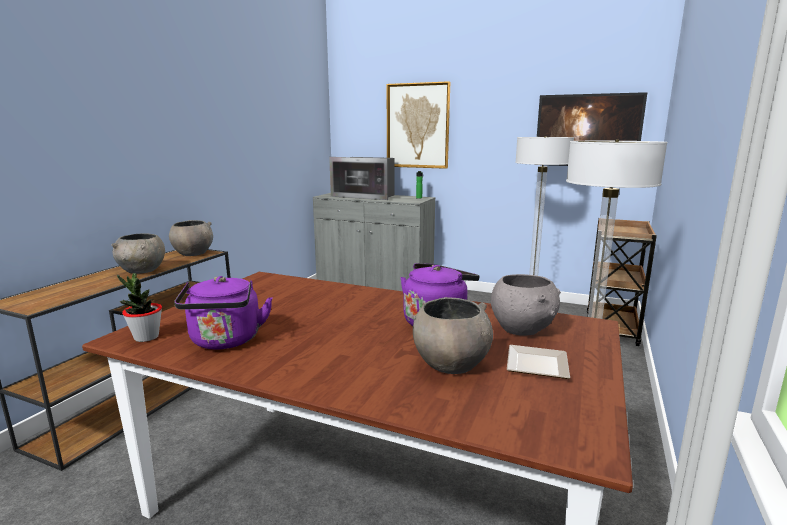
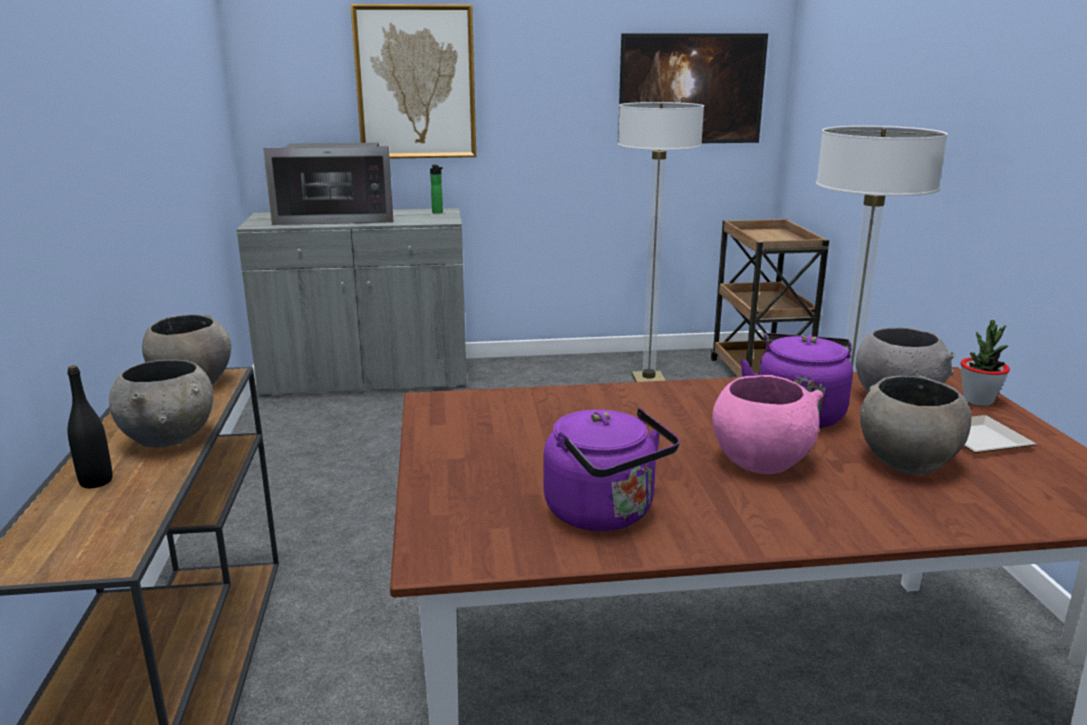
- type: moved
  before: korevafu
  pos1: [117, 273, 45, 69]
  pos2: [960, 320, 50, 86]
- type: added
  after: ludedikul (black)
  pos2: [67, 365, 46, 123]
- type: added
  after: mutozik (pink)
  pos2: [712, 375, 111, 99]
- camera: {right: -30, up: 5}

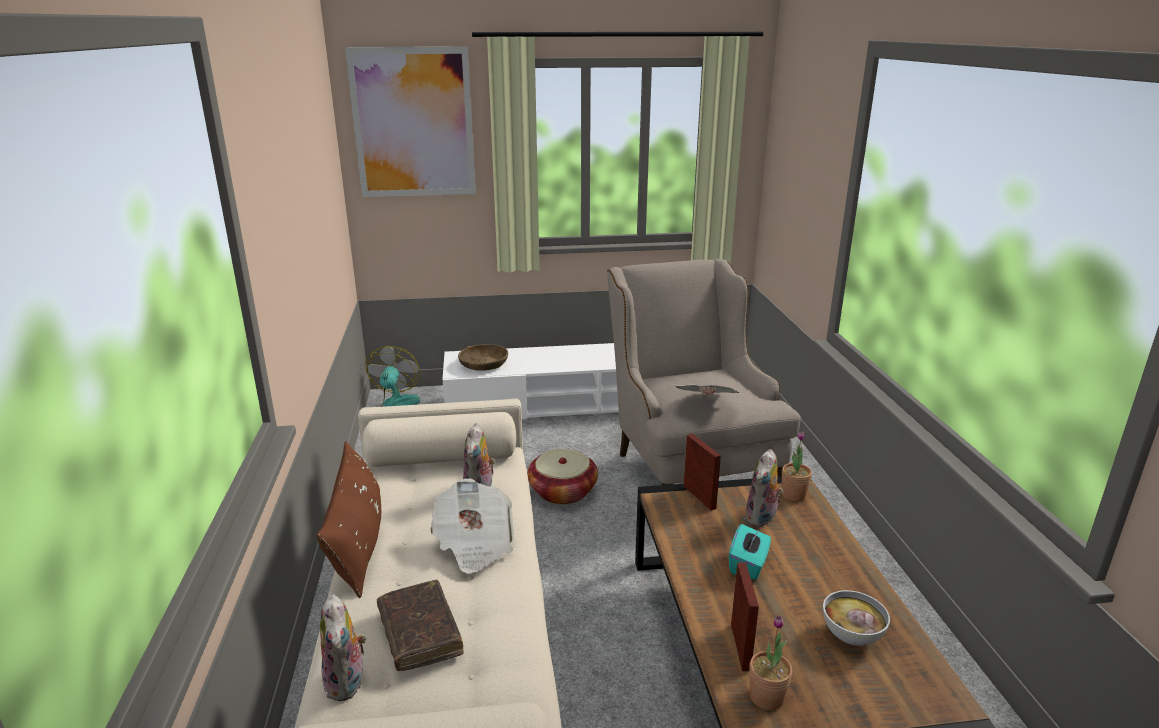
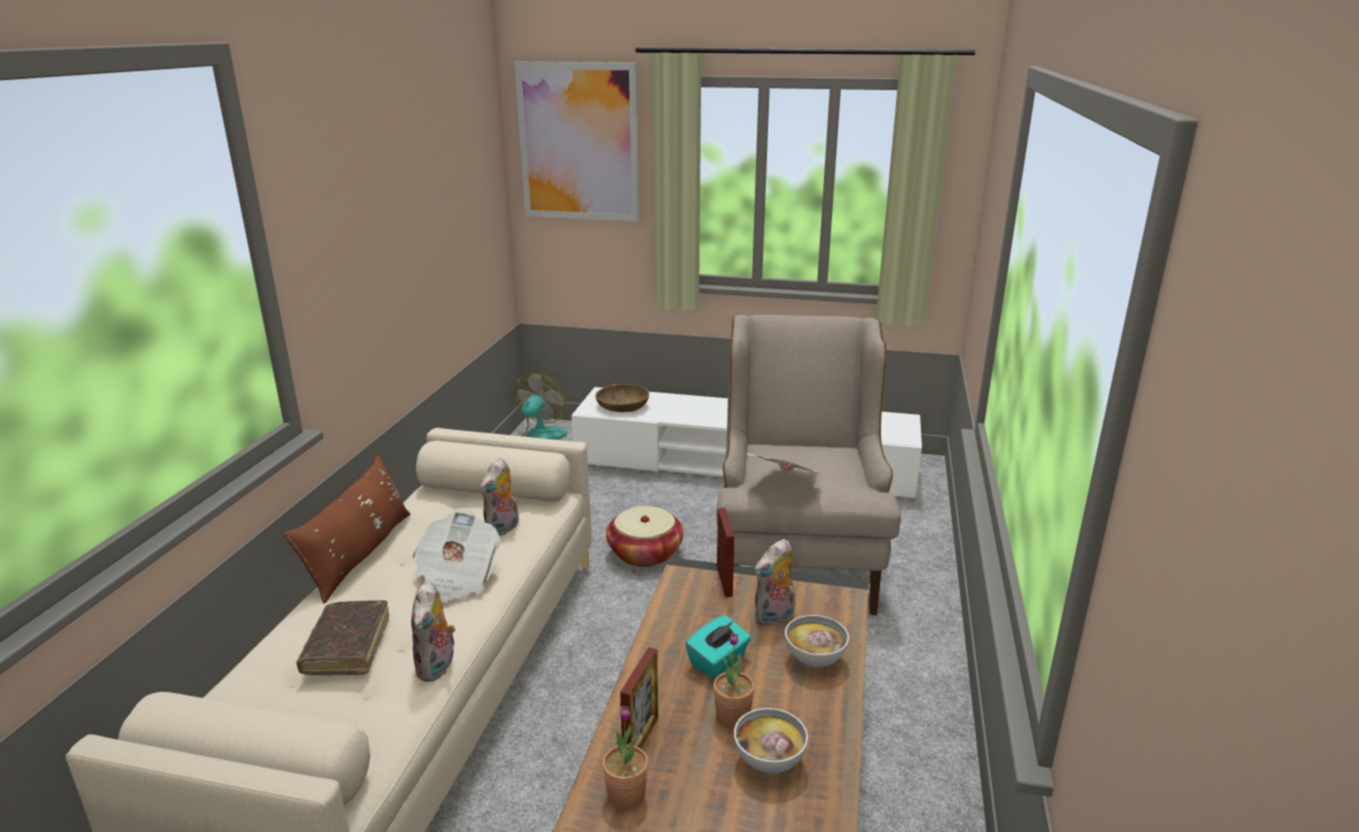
- type: moved
  before: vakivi
  pos1: [320, 594, 47, 107]
  pos2: [411, 580, 45, 102]
- type: moved
  before: korevafu
  pos1: [782, 431, 30, 70]
  pos2: [713, 633, 42, 95]
- type: added
  after: mutozik
  pos2: [785, 615, 64, 52]
- camera: {right: 20, up: 0}

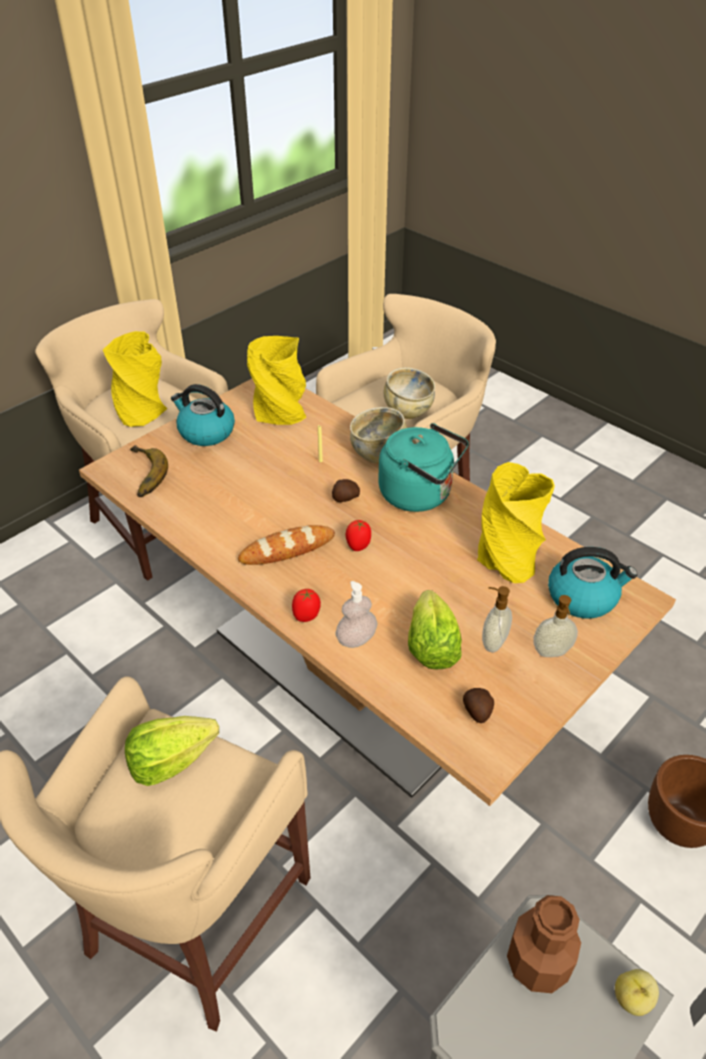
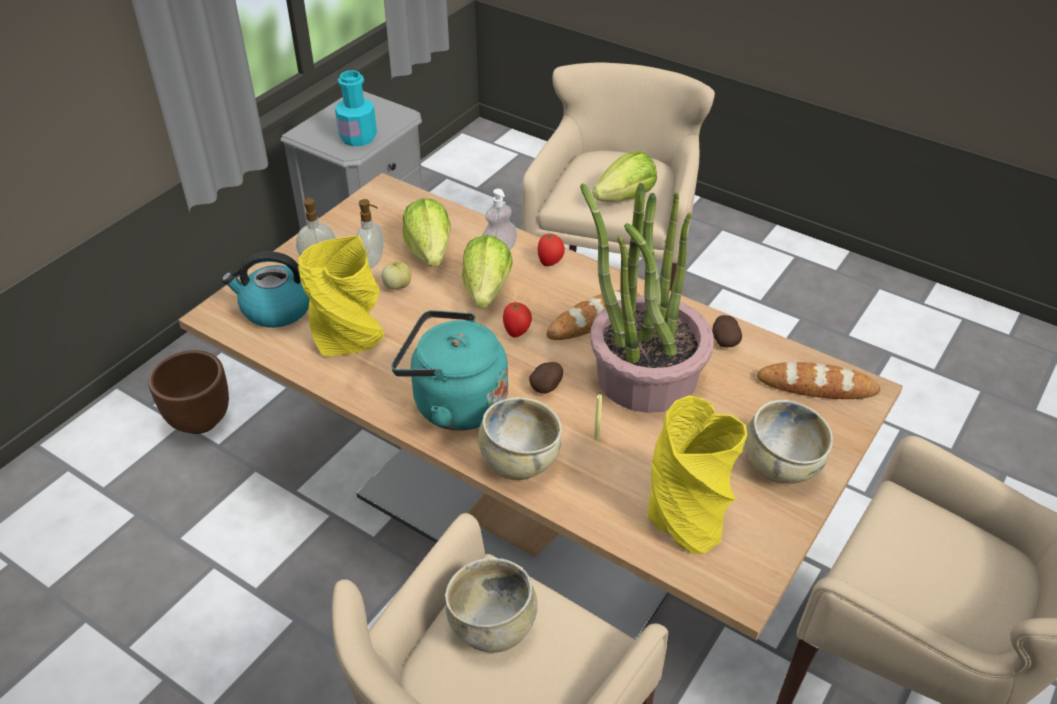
- type: removed
  before: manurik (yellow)
  pos1: [103, 331, 64, 96]
- type: replaced
  before: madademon
  after: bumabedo
  pos1: [130, 445, 38, 52]
  pos2: [757, 362, 123, 37]
- type: replaced
  before: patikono
  after: mutozik (beige)
  pos1: [171, 384, 64, 62]
  pos2: [745, 400, 88, 84]
- type: moved
  before: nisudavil
  pos1: [463, 688, 31, 35]
  pos2: [712, 315, 30, 32]
- type: recoloured
  before: ludedikul (brown)
  after: ludedikul (turquoise)
  pos1: [507, 895, 74, 98]
  pos2: [335, 70, 42, 76]
- type: moved
  before: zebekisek
  pos1: [615, 969, 44, 47]
  pos2: [381, 261, 30, 29]
- type: added
  after: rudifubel
  pos2: [462, 235, 50, 74]
- type: added
  after: korevafu
  pos2: [580, 183, 134, 230]
- camera: {right: 170, up: 0}

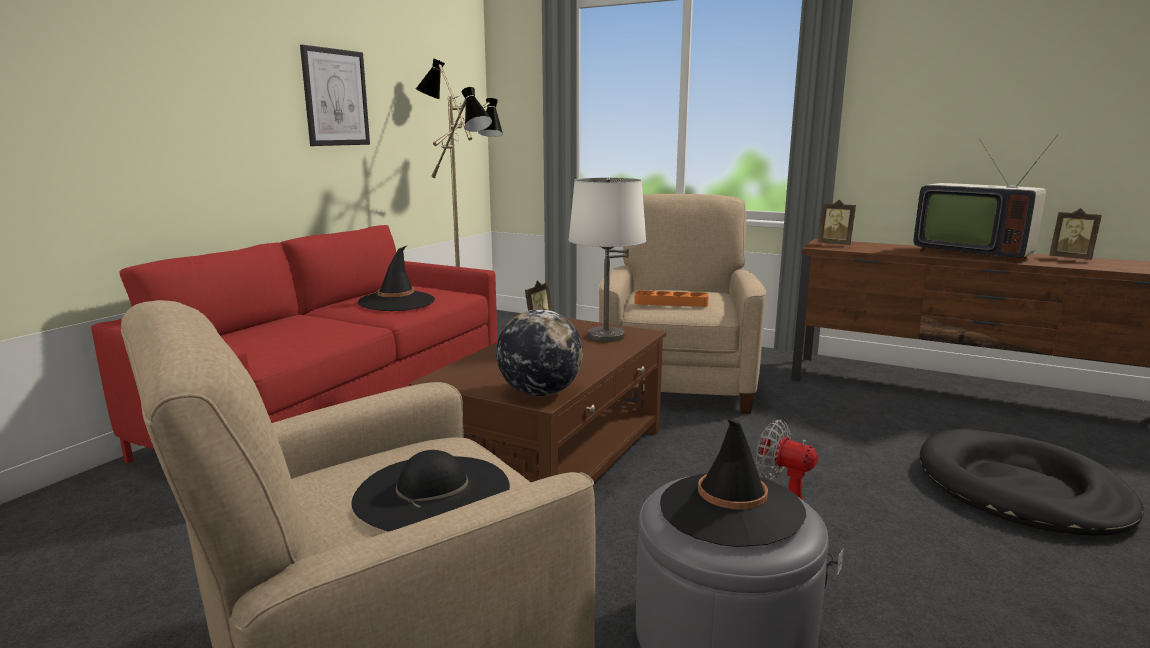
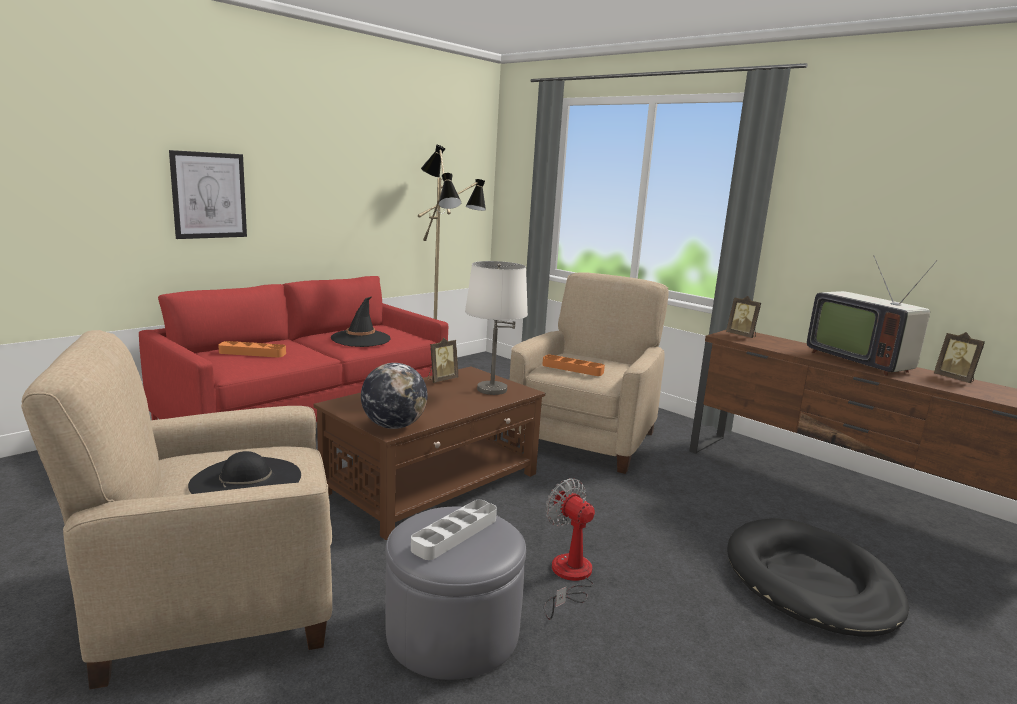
- type: moved
  before: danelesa
  pos1: [300, 45, 70, 101]
  pos2: [169, 150, 78, 89]
- type: replaced
  before: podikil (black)
  after: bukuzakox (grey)
  pos1: [660, 419, 146, 128]
  pos2: [411, 500, 86, 60]
- type: added
  after: bukuzakox (orange)
  pos2: [218, 341, 68, 17]
- camera: {right: 15, up: 0}

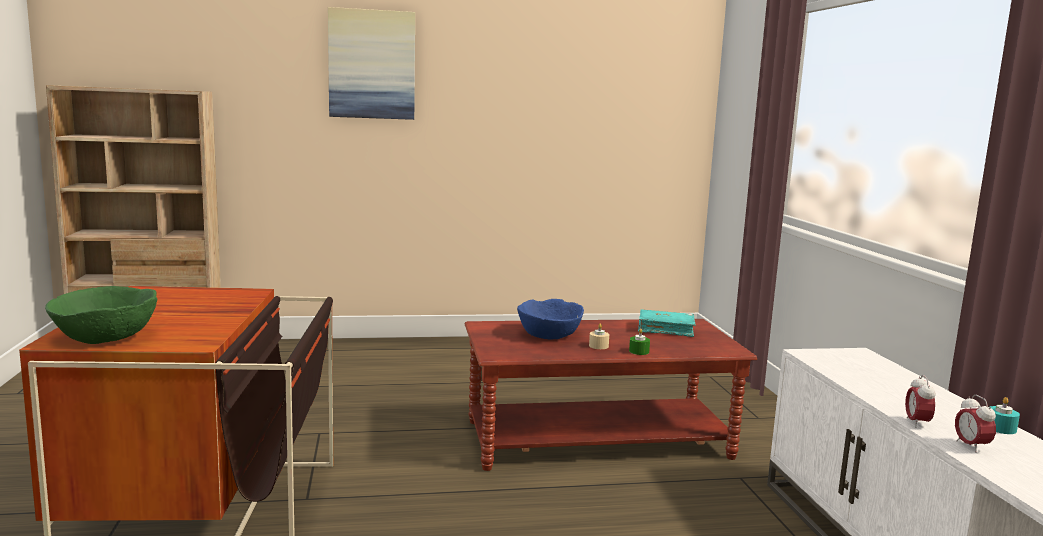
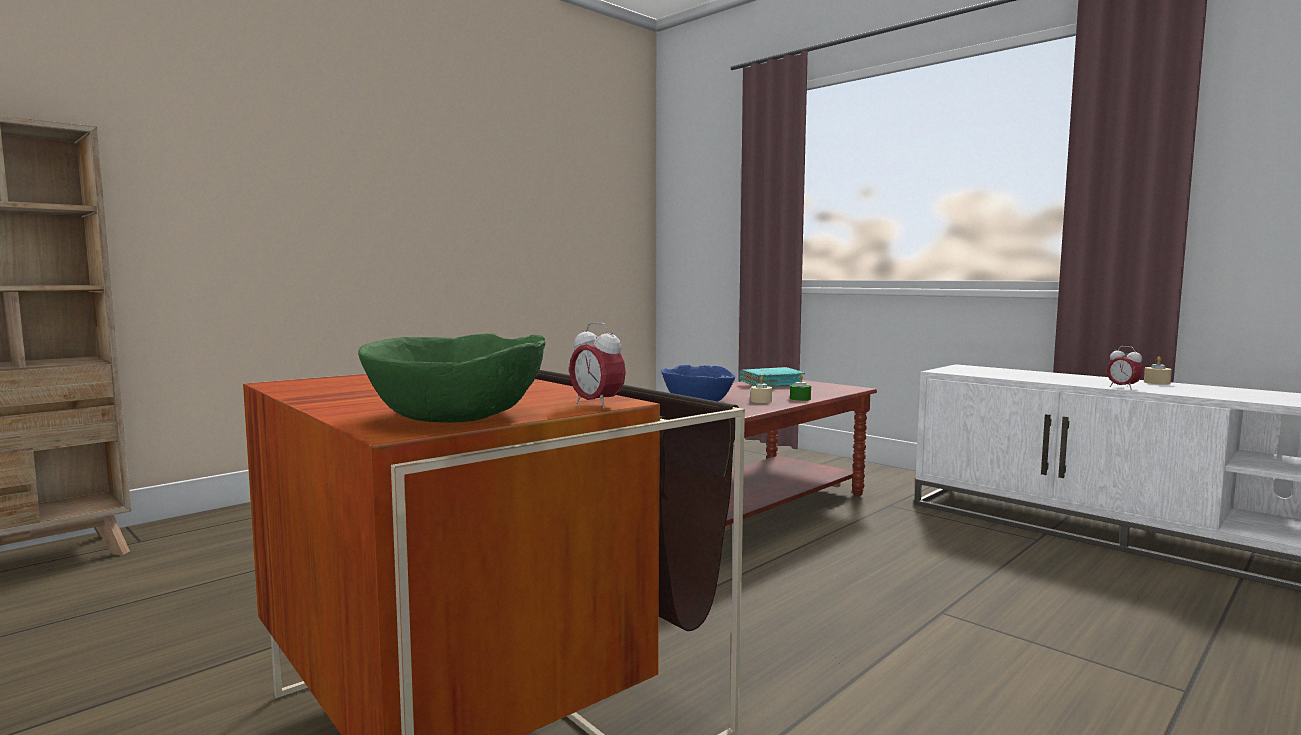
- type: removed
  before: danelesa
  pos1: [328, 7, 87, 113]
- type: moved
  before: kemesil
  pos1: [955, 395, 41, 58]
  pos2: [569, 322, 57, 87]
- type: recoloured
  before: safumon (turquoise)
  after: safumon (beige)
  pos1: [990, 397, 30, 37]
  pos2: [1144, 356, 28, 28]
- camera: {right: -35, up: -5}

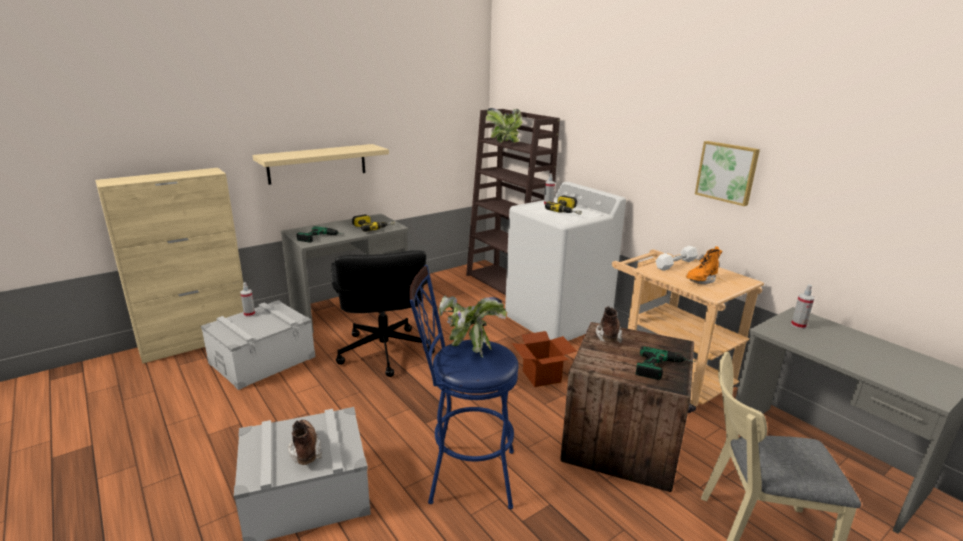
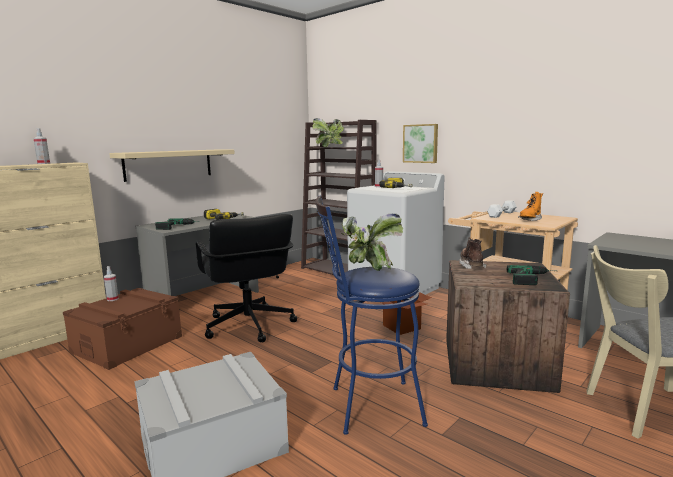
- type: recoloured
  before: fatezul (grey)
  after: fatezul (brown)
  pos1: [201, 300, 115, 90]
  pos2: [63, 288, 119, 82]
- type: removed
  before: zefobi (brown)
  pos1: [288, 420, 34, 45]
- type: moved
  before: danelesa
  pos1: [695, 141, 65, 65]
  pos2: [403, 124, 35, 39]
- type: moved
  before: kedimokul
  pos1: [791, 284, 24, 45]
  pos2: [33, 128, 17, 36]
- camera: {right: -10, up: -10}

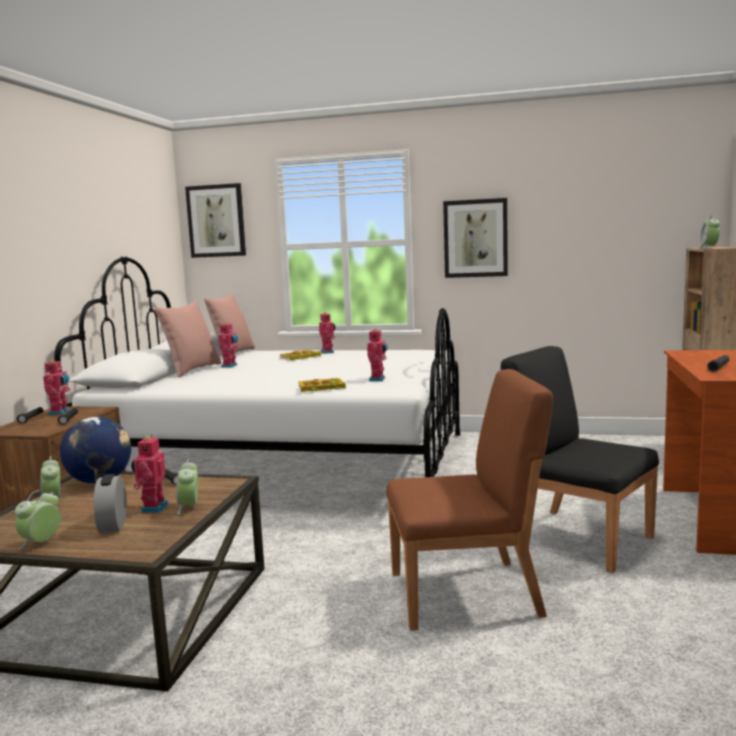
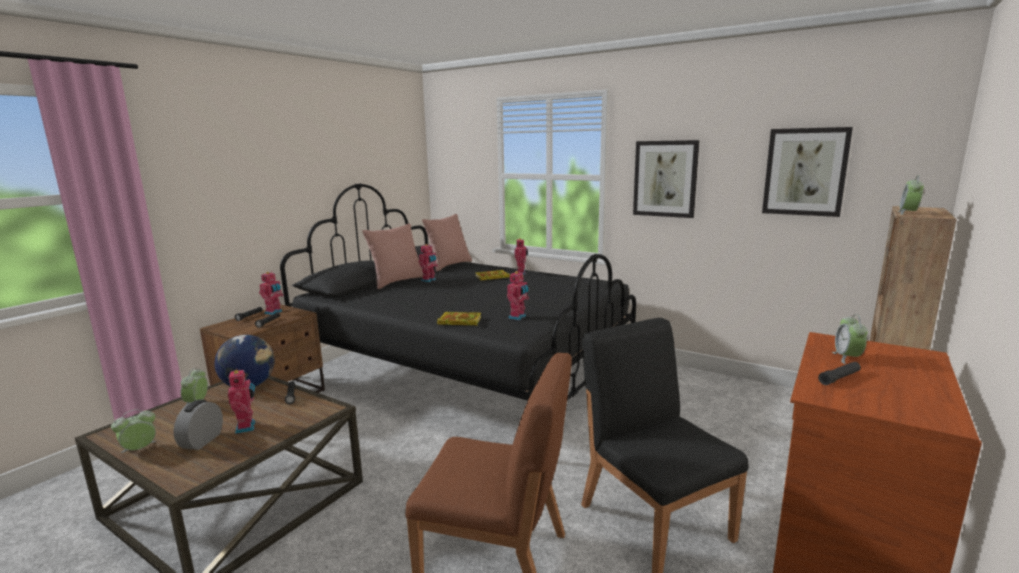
- type: recoloured
  before: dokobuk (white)
  after: dokobuk (black)
  pos1: [54, 257, 406, 220]
  pos2: [280, 183, 356, 218]
- type: turned
  before: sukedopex
  pos1: [131, 435, 38, 78]
  pos2: [228, 368, 27, 66]
  turn: 135
- type: moved
  before: kemesil
  pos1: [177, 459, 21, 56]
  pos2: [832, 314, 36, 50]
- type: moved
  before: danelesa
  pos1: [185, 183, 61, 75]
  pos2: [762, 127, 91, 90]
- camera: {right: 20, up: 5}

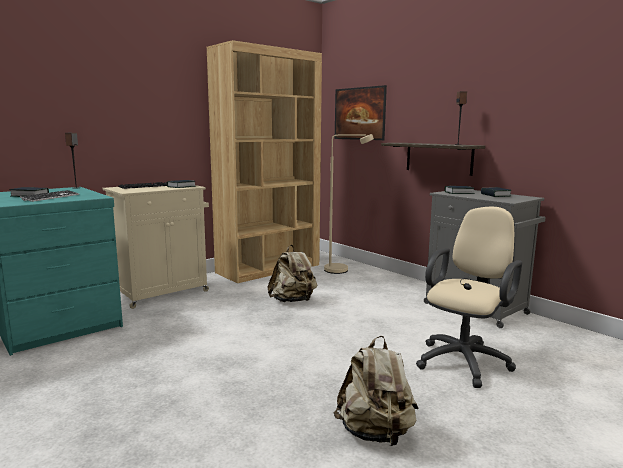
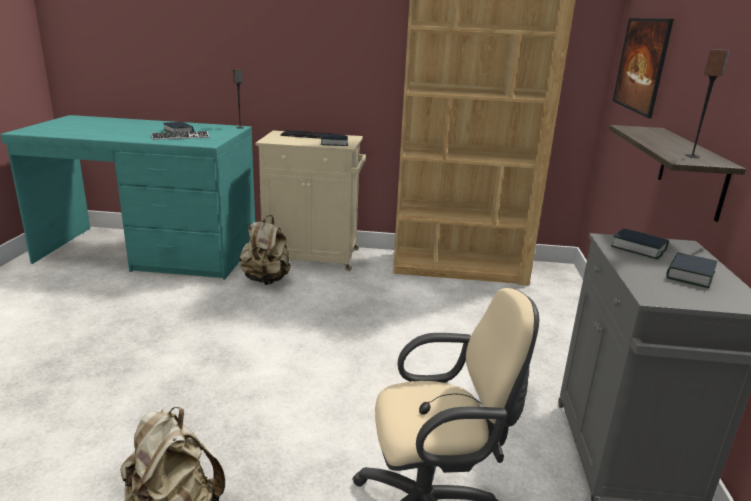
- type: moved
  before: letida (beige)
  pos1: [267, 245, 51, 57]
  pos2: [239, 215, 52, 70]
- type: removed
  before: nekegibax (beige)
  pos1: [324, 134, 50, 140]
- camera: {right: 45, up: 10}

